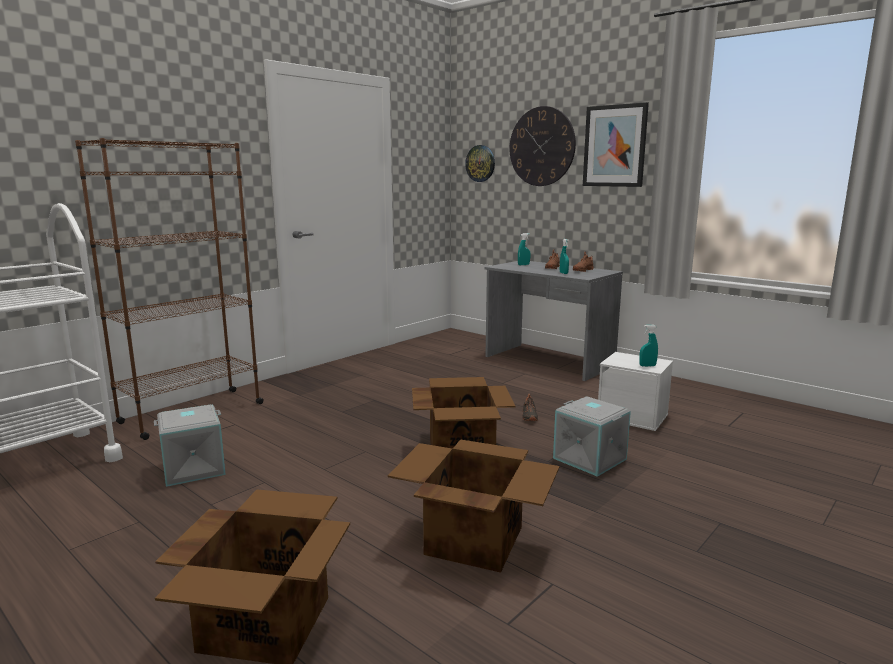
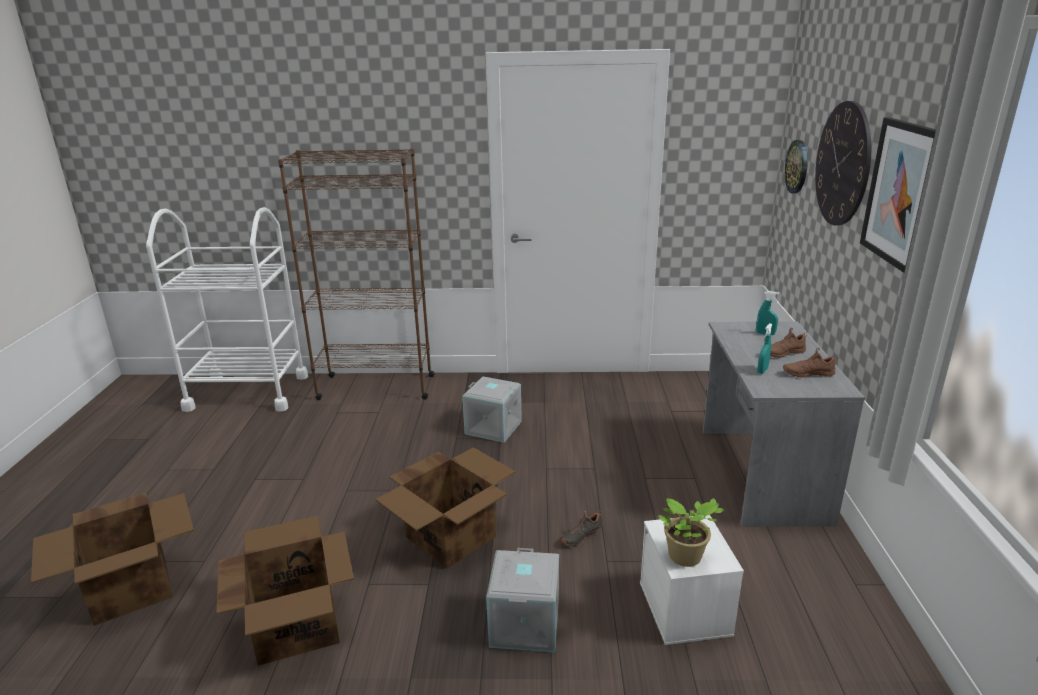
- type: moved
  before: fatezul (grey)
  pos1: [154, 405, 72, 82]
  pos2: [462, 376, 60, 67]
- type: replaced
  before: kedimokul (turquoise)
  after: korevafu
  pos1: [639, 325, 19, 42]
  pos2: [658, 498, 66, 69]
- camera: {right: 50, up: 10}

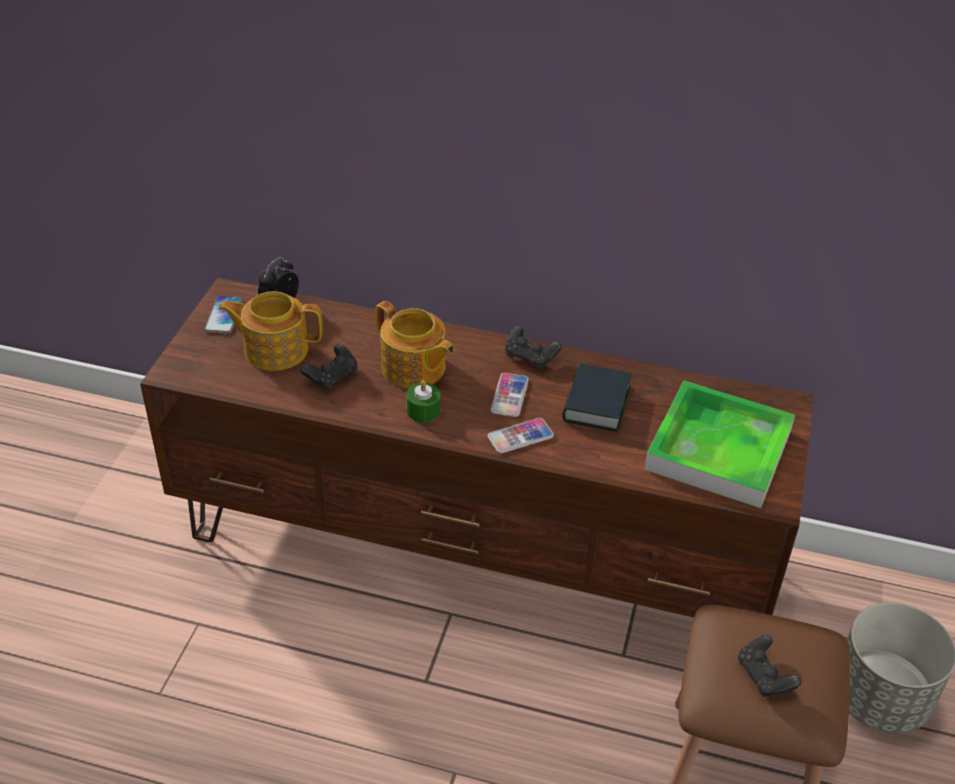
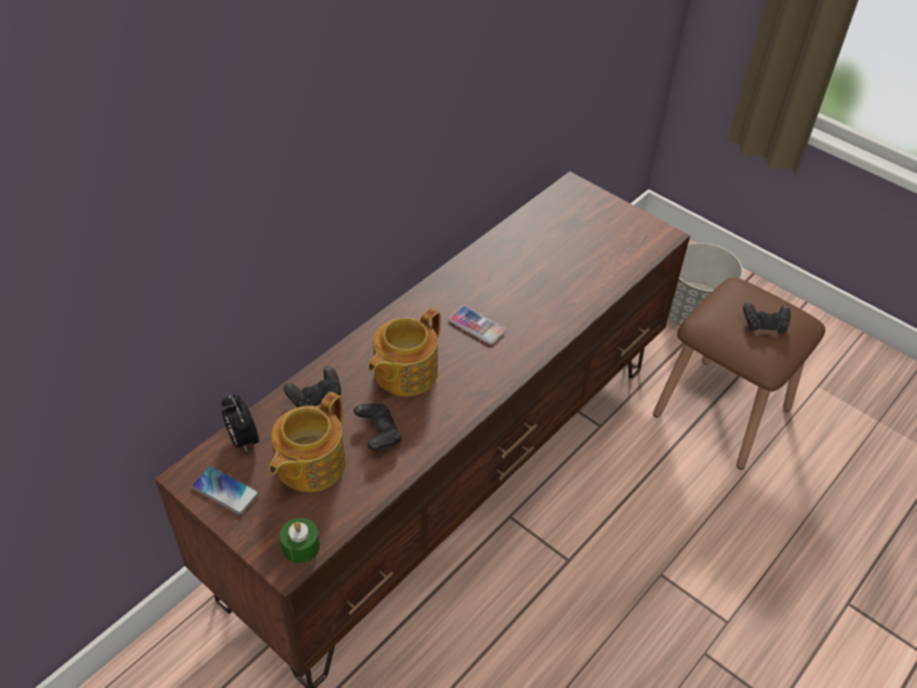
- type: turned
  before: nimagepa
  pos1: [375, 301, 80, 87]
  pos2: [368, 307, 73, 89]
  turn: 150
- type: moved
  before: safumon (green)
  pos1: [406, 380, 34, 42]
  pos2: [280, 518, 40, 45]
- type: removed
  before: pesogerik
  pos1: [488, 418, 66, 35]
- type: moved
  before: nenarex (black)
  pos1: [505, 326, 56, 44]
  pos2: [283, 366, 58, 41]
- type: removed
  before: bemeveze
  pos1: [562, 363, 69, 69]
- type: removed
  before: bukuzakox
  pos1: [644, 381, 151, 127]
- camera: {right: -65, up: 5}

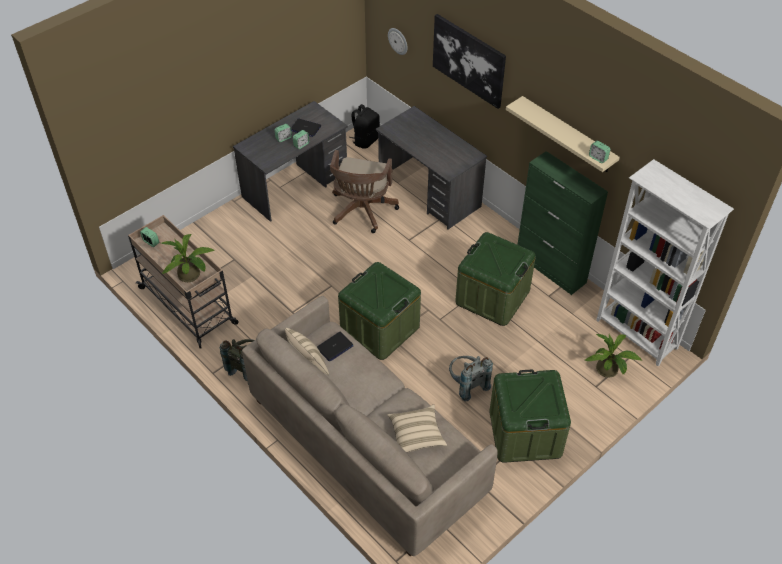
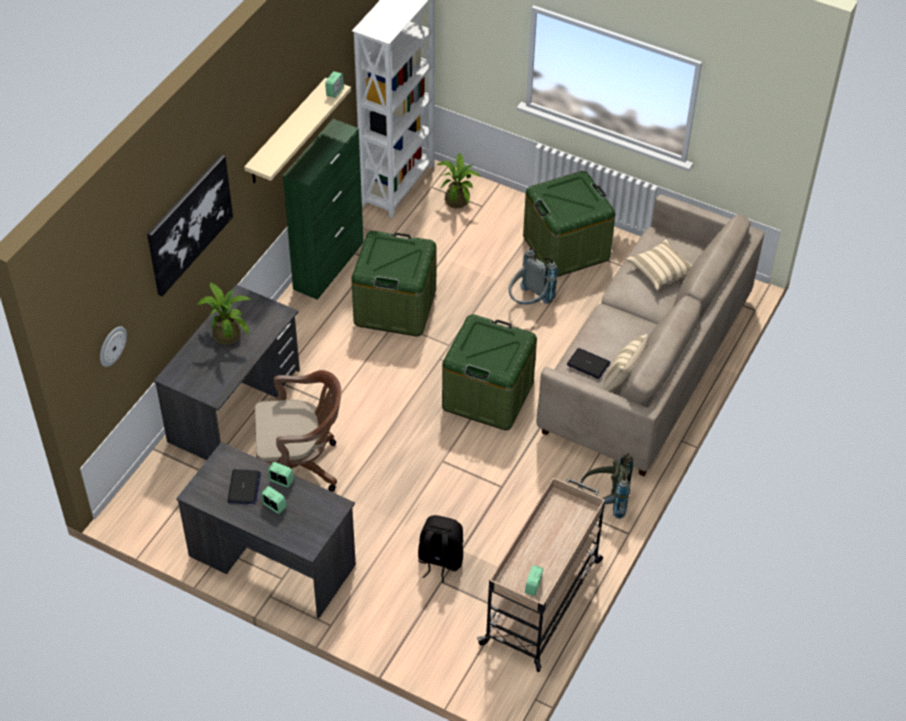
- type: moved
  before: korevafu
  pos1: [161, 234, 54, 48]
  pos2: [196, 282, 56, 63]
- type: moved
  before: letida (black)
  pos1: [349, 104, 31, 45]
  pos2: [418, 515, 45, 68]
- camera: {right: -110, up: 0}

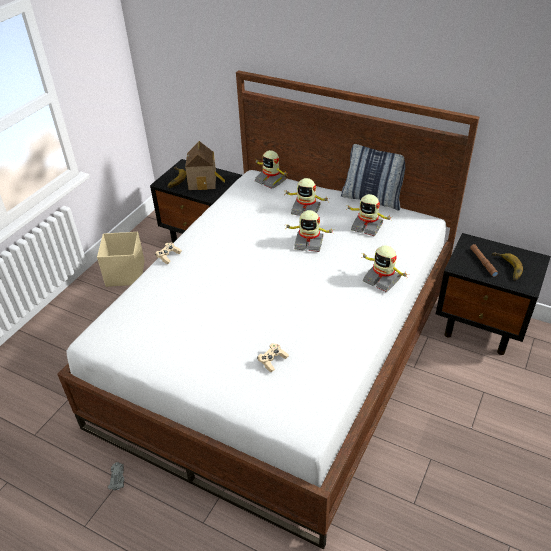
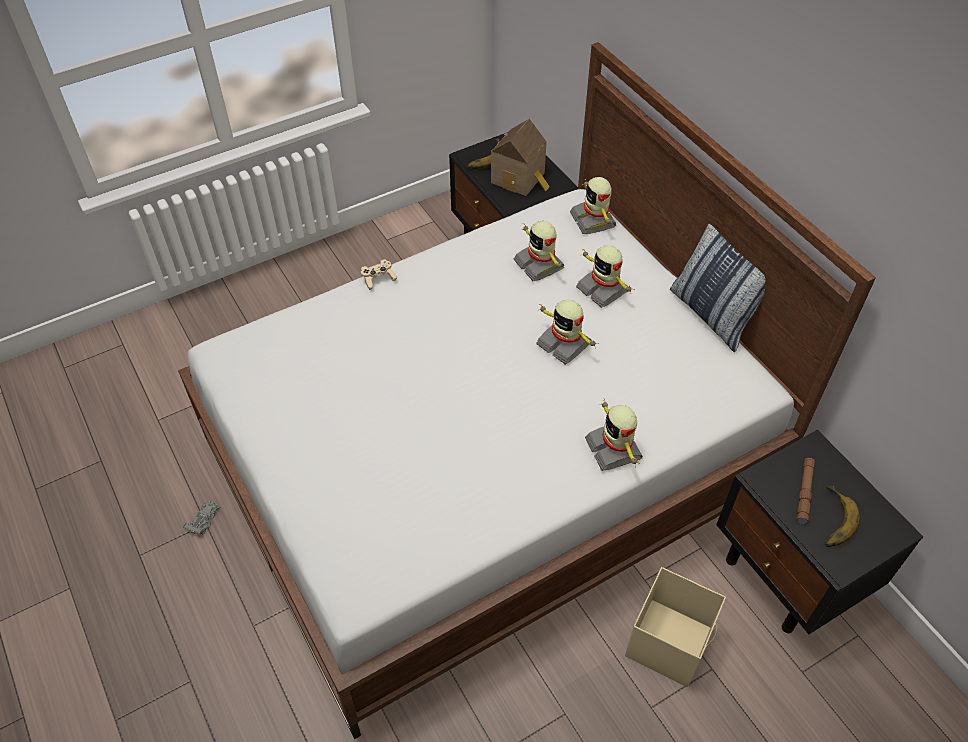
- type: moved
  before: fatezul (beige)
  pos1: [97, 232, 48, 55]
  pos2: [625, 567, 101, 120]
- type: removed
  before: nenarex (beige)
  pos1: [257, 343, 32, 29]
- type: moved
  before: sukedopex
  pos1: [346, 194, 46, 42]
  pos2: [514, 221, 50, 60]
- camera: {right: 30, up: 10}

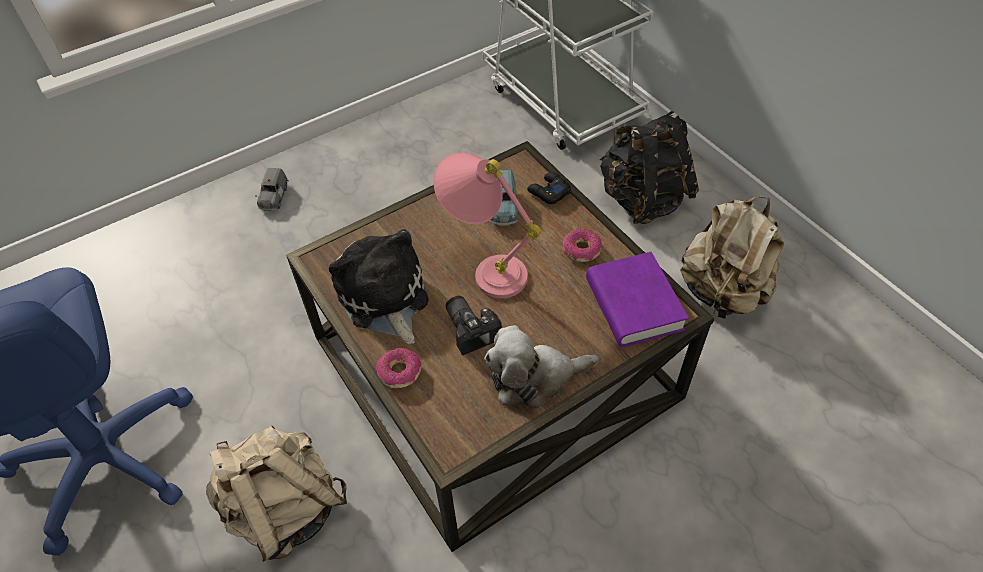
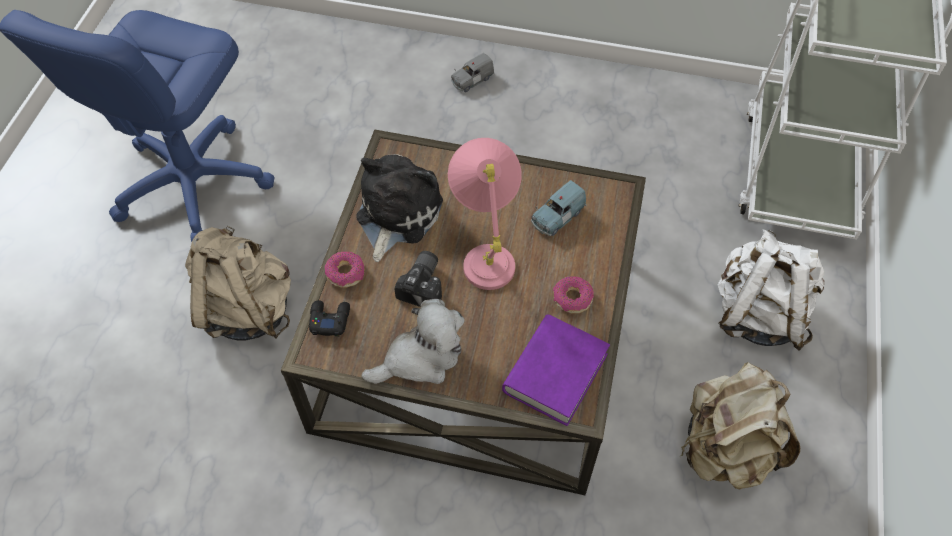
- type: turned
  before: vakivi
  pos1: [484, 325, 115, 84]
  pos2: [361, 299, 104, 85]
  turn: 120
- type: moved
  before: nenarex (black)
  pos1: [527, 172, 44, 32]
  pos2: [309, 300, 41, 36]
- type: recoloured
  before: letida (black)
  after: letida (white)
  pos1: [600, 111, 99, 113]
  pos2: [718, 229, 106, 121]
- camera: {right: 45, up: 5}

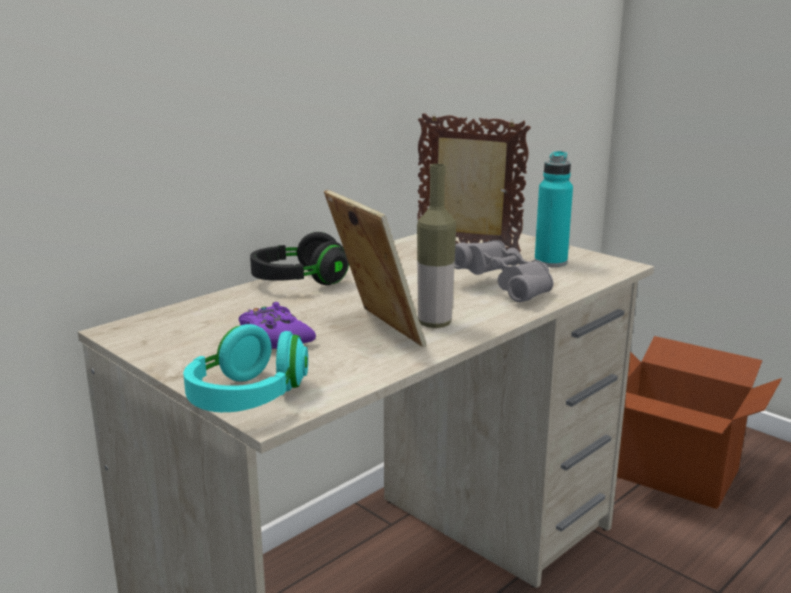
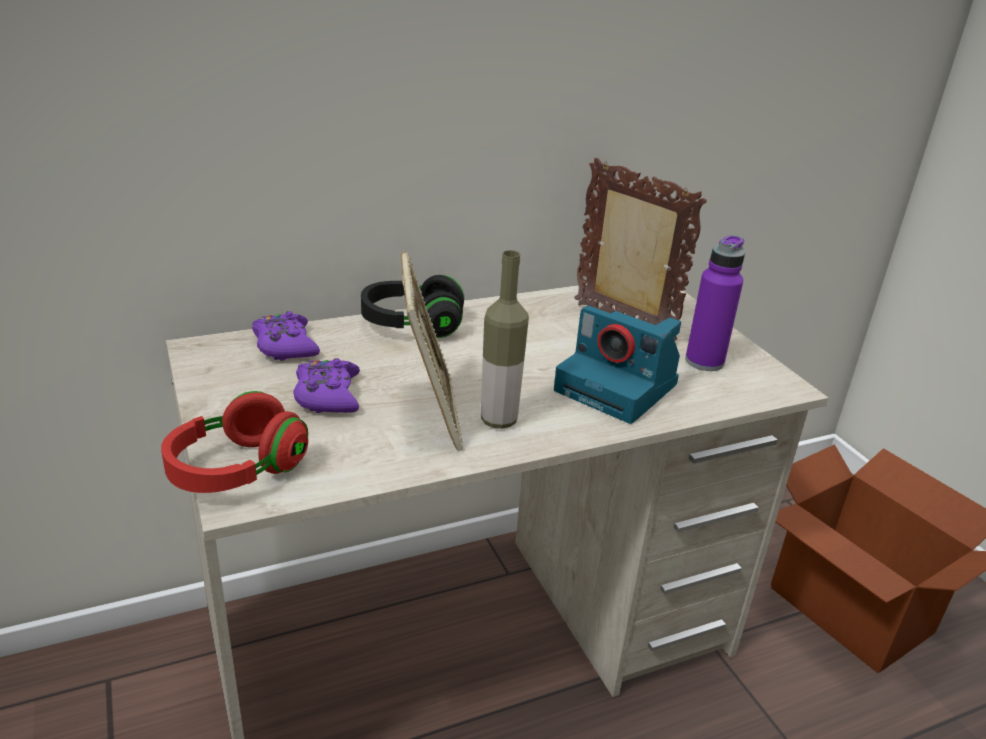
- type: recoloured
  before: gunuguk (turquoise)
  after: gunuguk (red)
  pos1: [183, 324, 125, 88]
  pos2: [161, 391, 147, 102]
- type: replaced
  before: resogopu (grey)
  after: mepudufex
  pos1: [454, 240, 99, 62]
  pos2: [554, 306, 127, 118]
- type: recoloured
  before: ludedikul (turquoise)
  after: ludedikul (purple)
  pos1: [535, 151, 38, 116]
  pos2: [685, 235, 60, 136]
- type: added
  after: nenarex (purple)
  pos2: [252, 311, 68, 50]
- camera: {right: 20, up: 10}

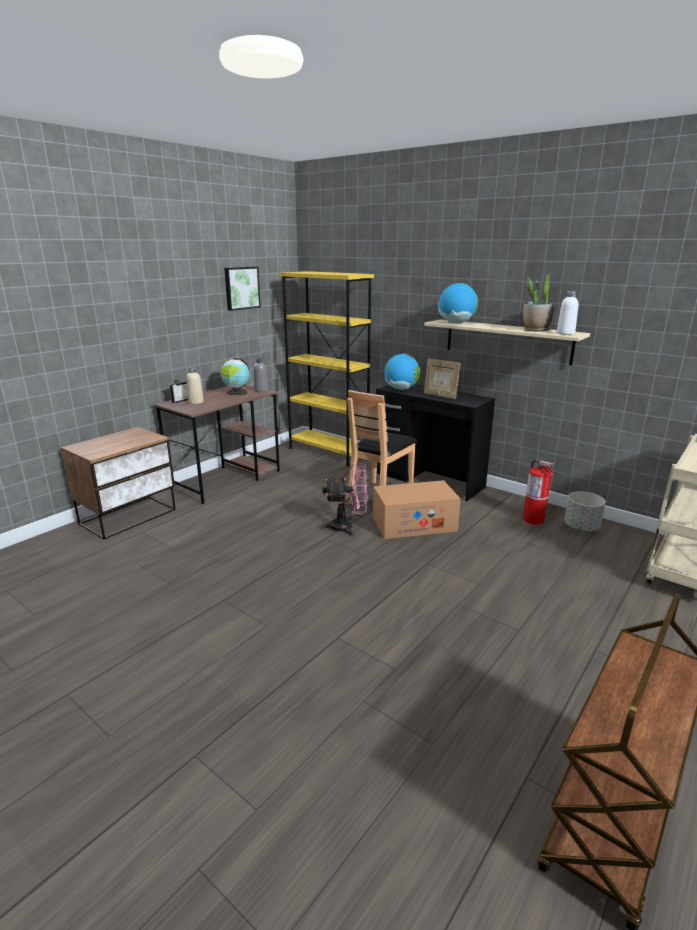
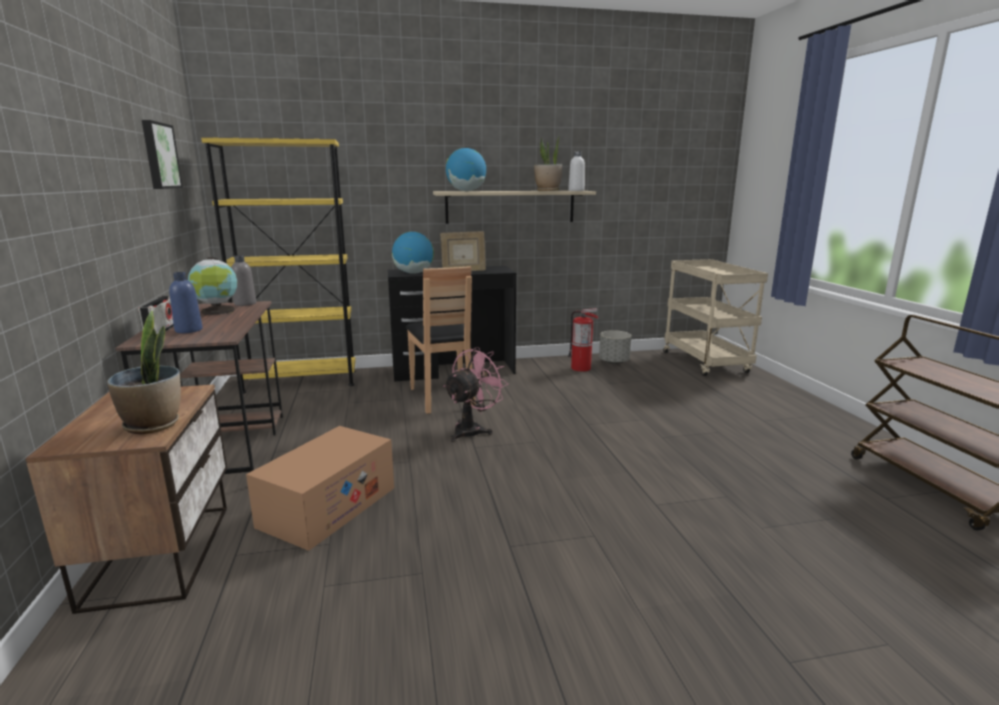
- type: recoloured
  before: ludedikul (beige)
  after: ludedikul (blue)
  pos1: [187, 367, 17, 37]
  pos2: [169, 272, 34, 61]
- type: moved
  before: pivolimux
  pos1: [373, 480, 88, 59]
  pos2: [246, 426, 148, 125]
- type: added
  after: korevafu
  pos2: [107, 310, 74, 124]
- camera: {right: -50, up: -5}

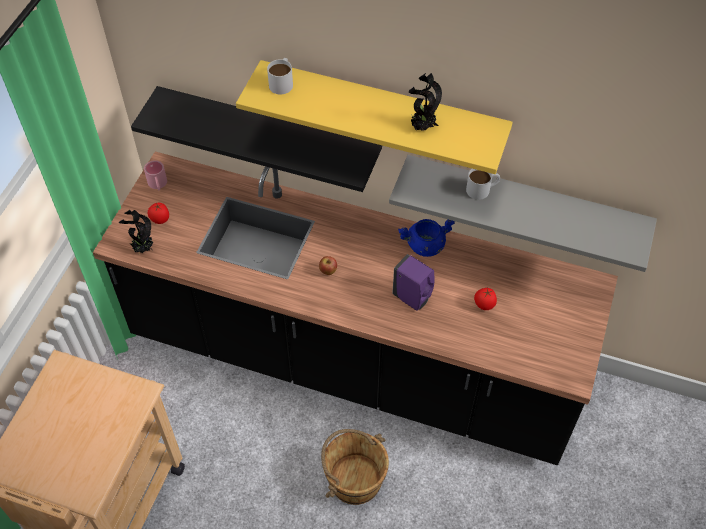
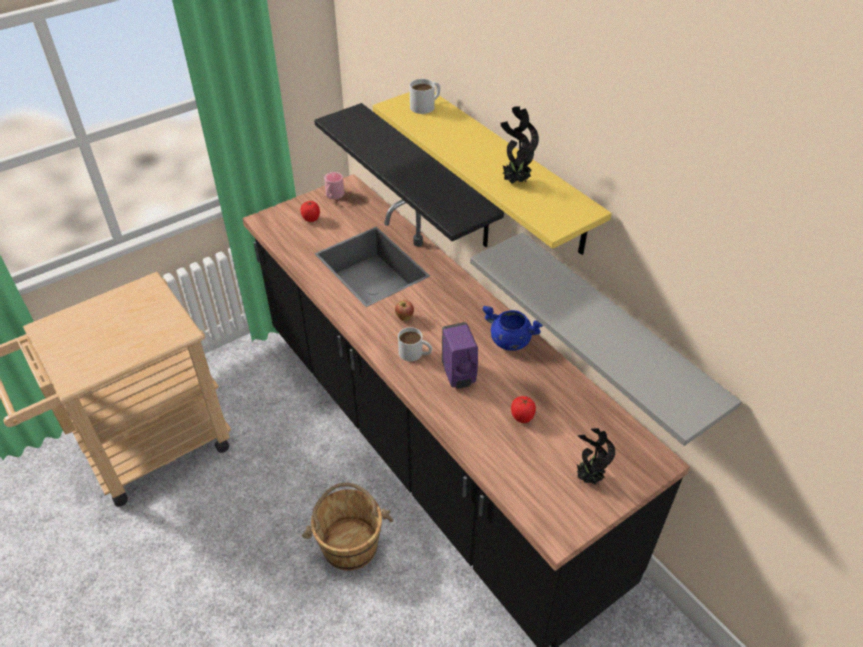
- type: moved
  before: korevafu
  pos1: [118, 210, 36, 43]
  pos2: [576, 428, 39, 59]
- type: moved
  before: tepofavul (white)
  pos1: [466, 169, 34, 31]
  pos2: [398, 327, 34, 35]
- camera: {right: 35, up: -10}

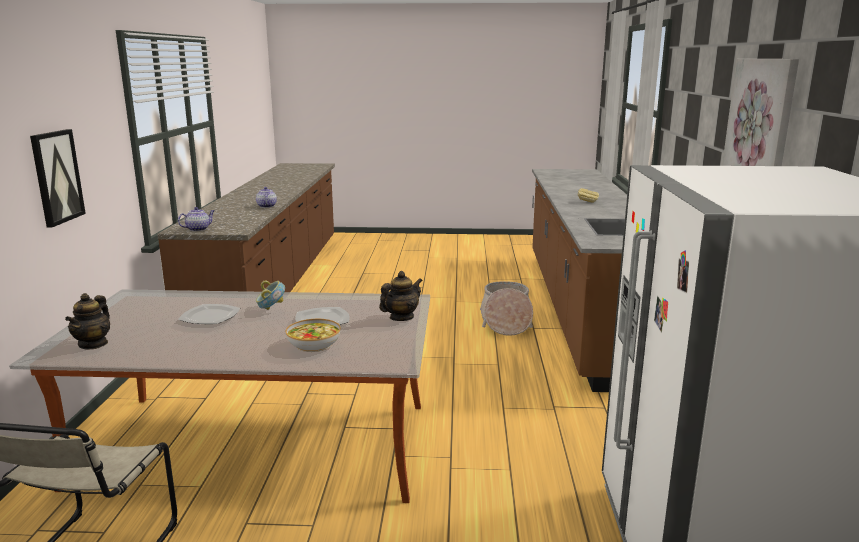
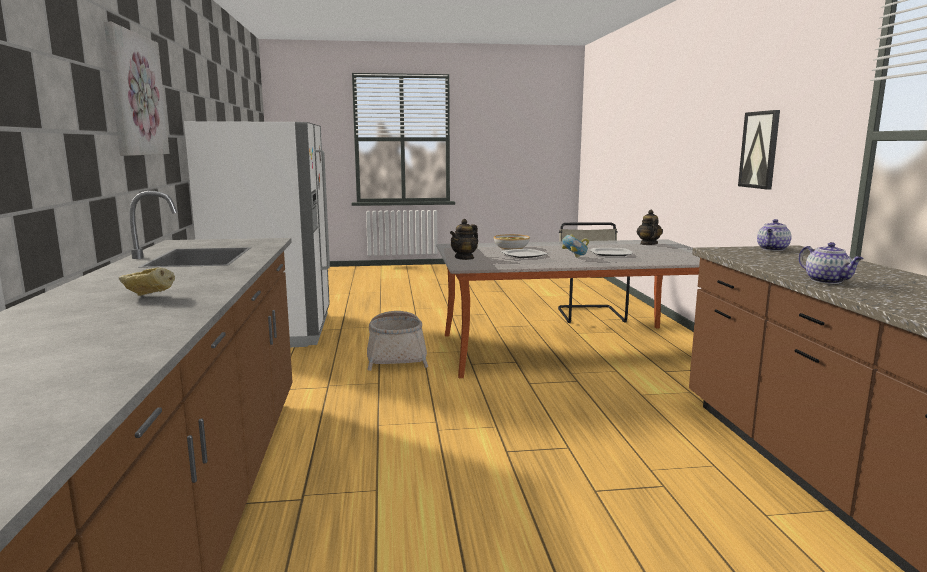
- type: moved
  before: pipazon
  pos1: [480, 281, 53, 55]
  pos2: [367, 311, 61, 60]
- camera: {right: 170, up: -5}

